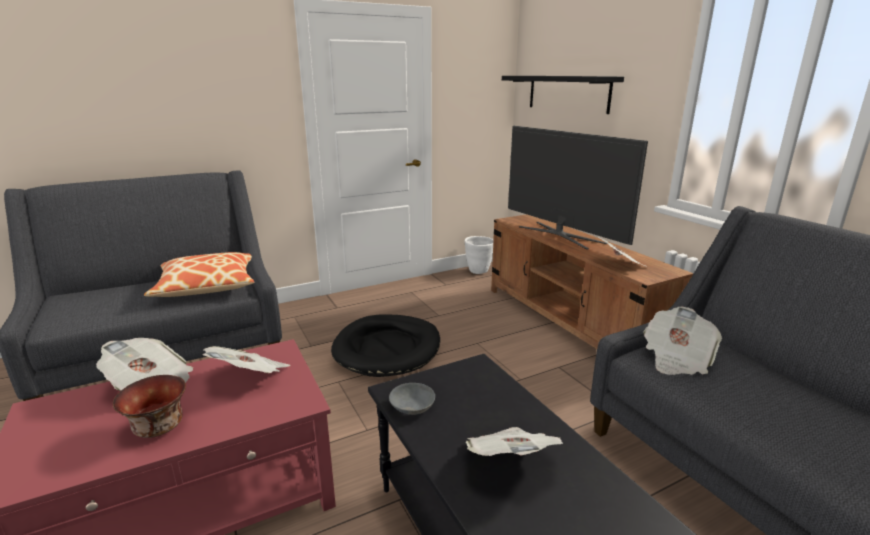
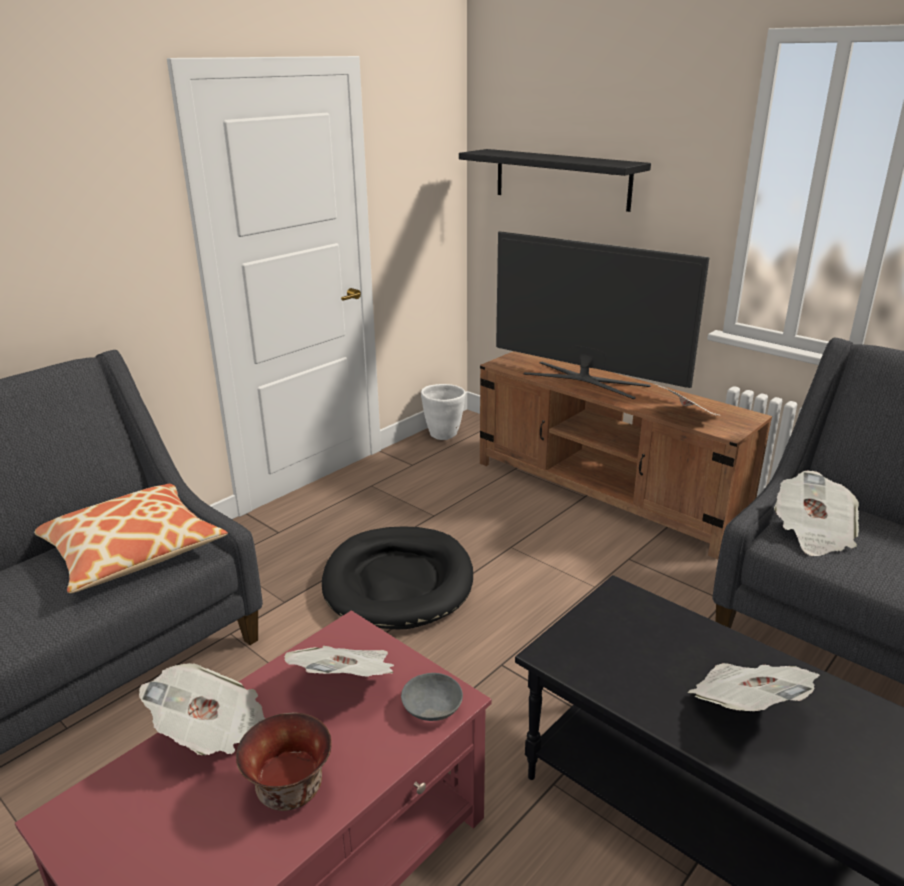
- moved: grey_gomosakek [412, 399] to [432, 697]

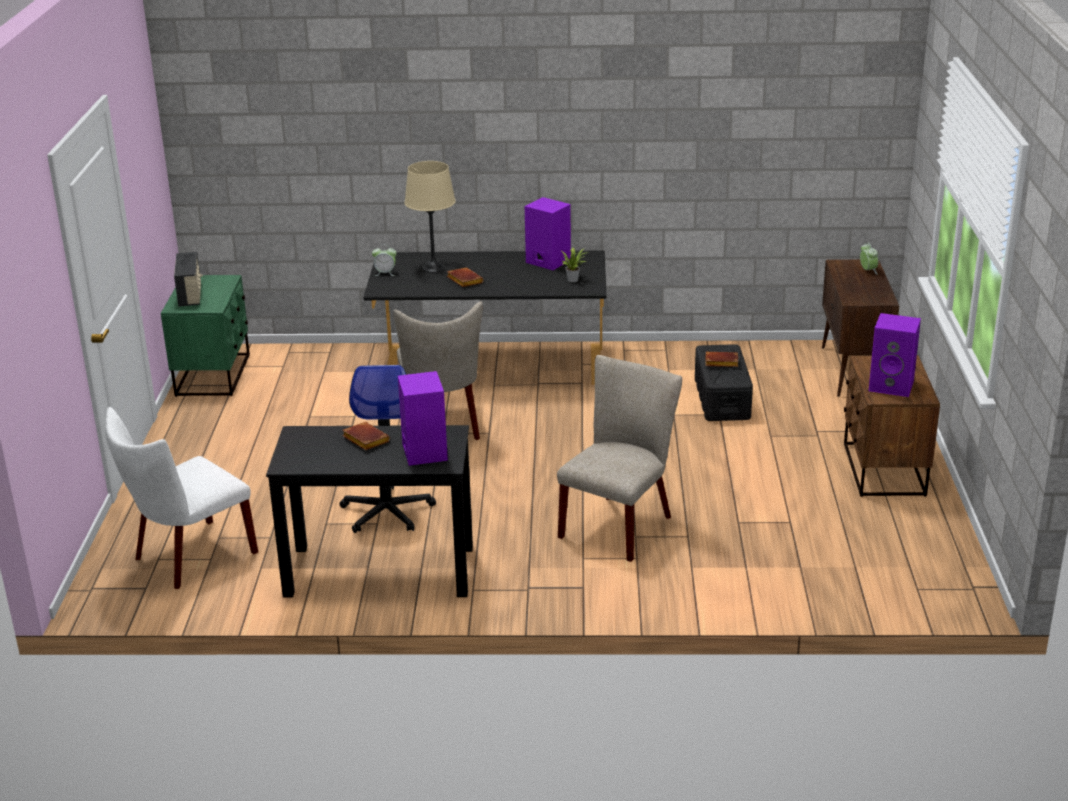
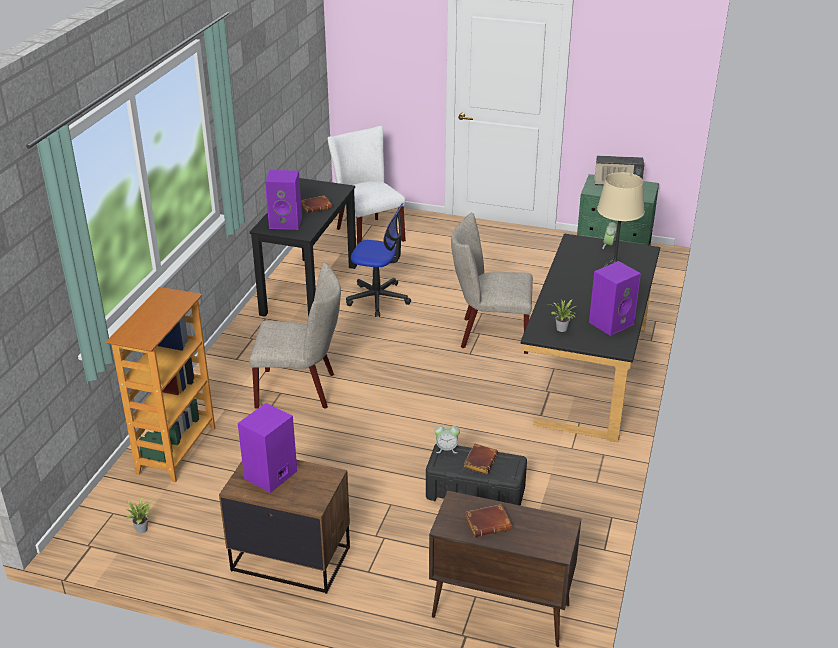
- added: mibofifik [160, 384]
- added: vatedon [139, 515]
- turned: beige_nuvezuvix [619, 458] = [295, 335] 45 degrees counterclockwise
- moved: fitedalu [869, 259] to [447, 438]
- moved: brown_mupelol [465, 277] to [488, 520]

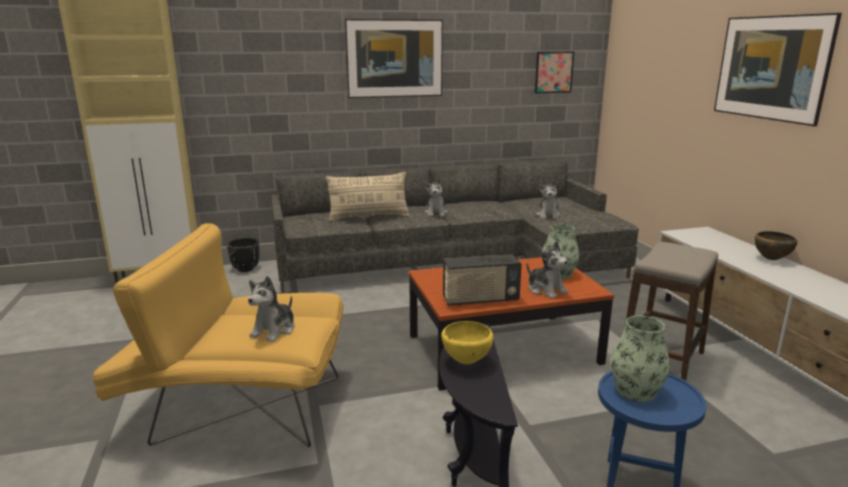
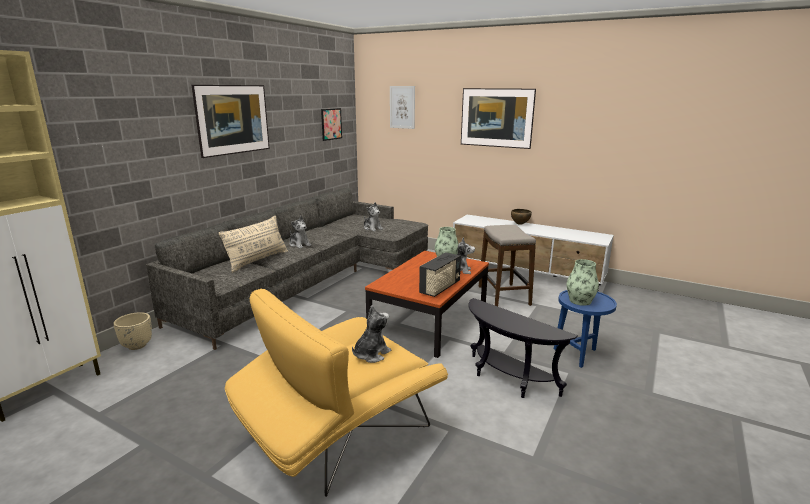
- recoloured: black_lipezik [243, 255] to beige_lipezik [132, 331]
- turned: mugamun [271, 309] = [371, 334] 120 degrees counterclockwise
- added: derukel [402, 107]
- removed: yellow_gomosakek [467, 342]

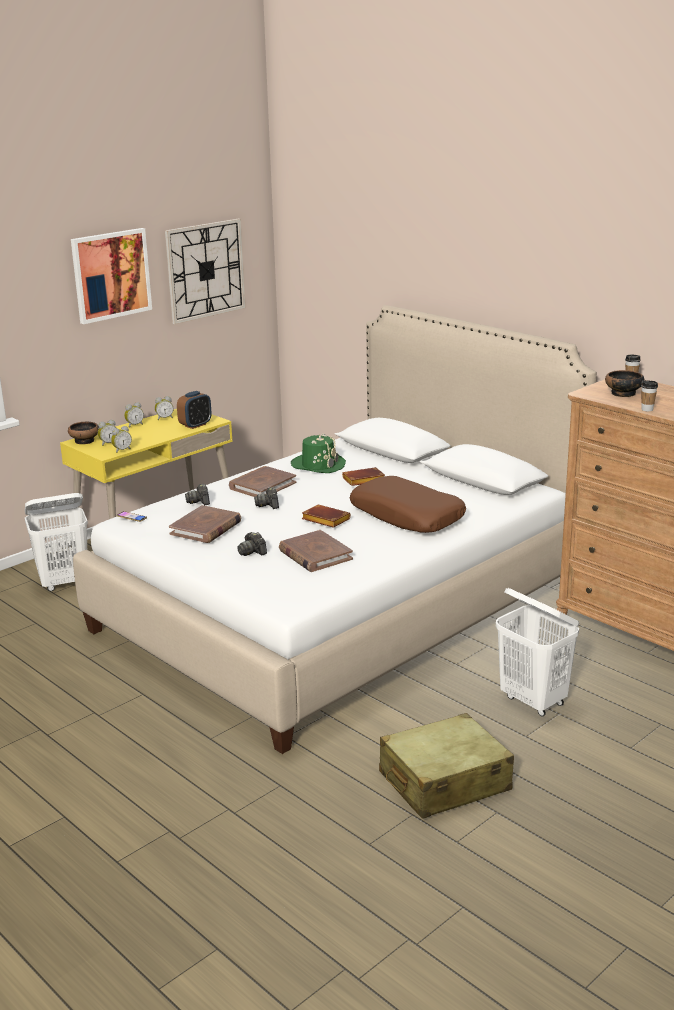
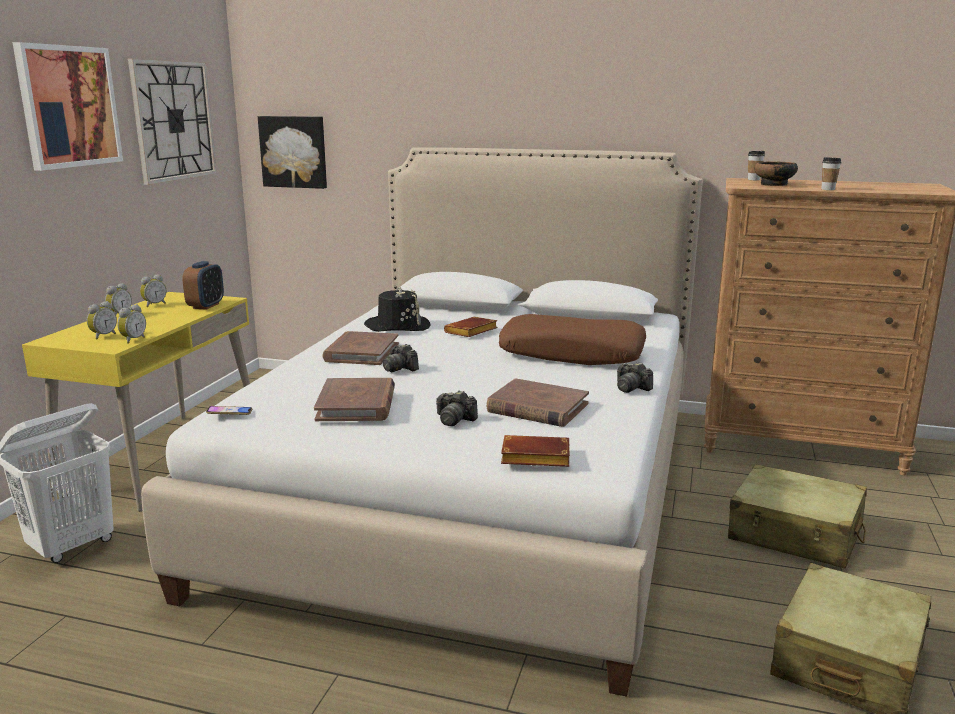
- added: derukel [292, 152]
- recoloured: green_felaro [318, 453] to black_felaro [397, 309]
- moved: brown_mupelol [326, 516] to [535, 451]
- moved: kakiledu [197, 495] to [635, 377]
- replaced: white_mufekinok [537, 652] to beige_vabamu [797, 516]
- removed: gomosakek [83, 433]

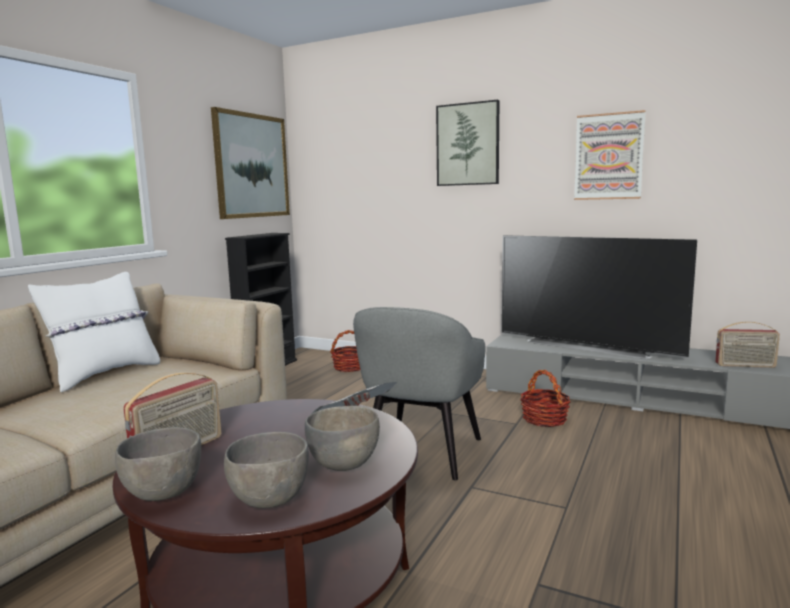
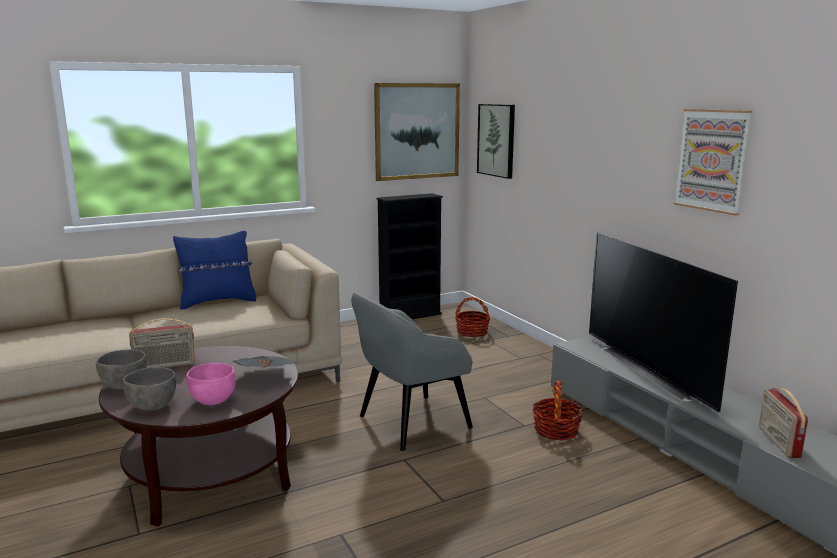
- recoloured: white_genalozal [94, 332] to blue_genalozal [214, 270]
- recoloured: grey_gomosakek [342, 438] to pink_gomosakek [211, 384]
- moved: derukel [467, 143] to [496, 141]
- turned: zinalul [747, 344] = [783, 423] 45 degrees clockwise

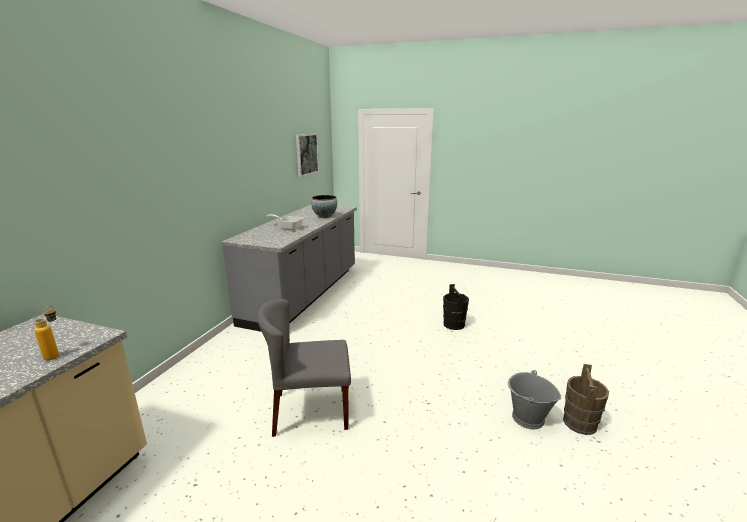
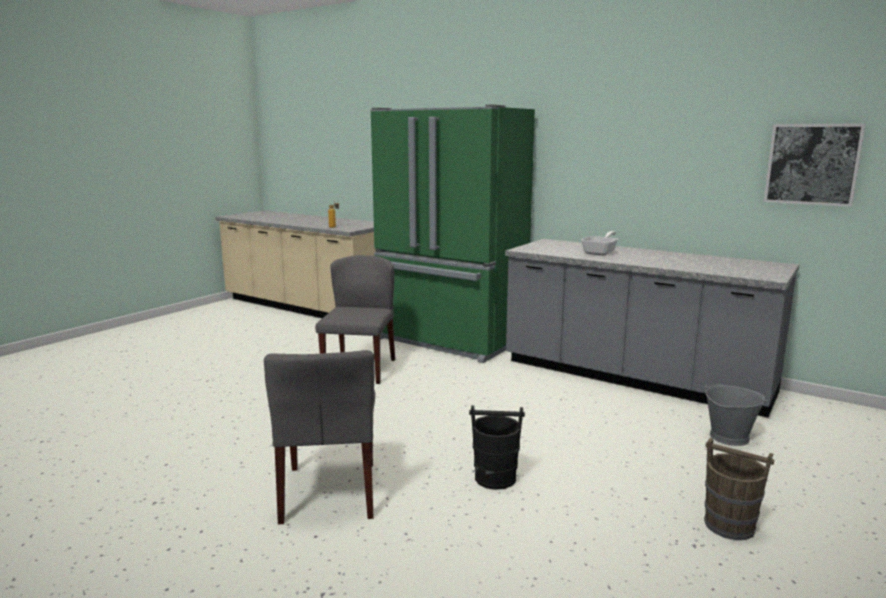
- added: grey_nuvezuvix [319, 437]
- added: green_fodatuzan [452, 234]
- moved: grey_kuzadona [534, 399] to [736, 415]
- moved: brown_kuzadona [586, 399] to [739, 489]
- removed: gomosakek [324, 206]

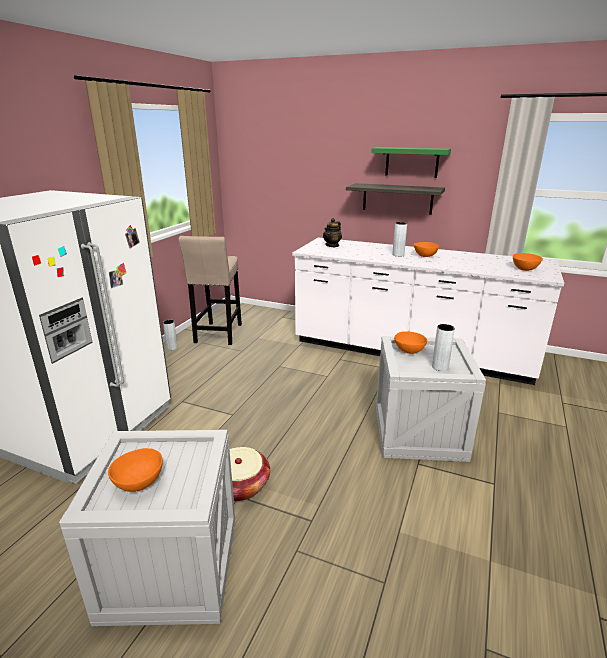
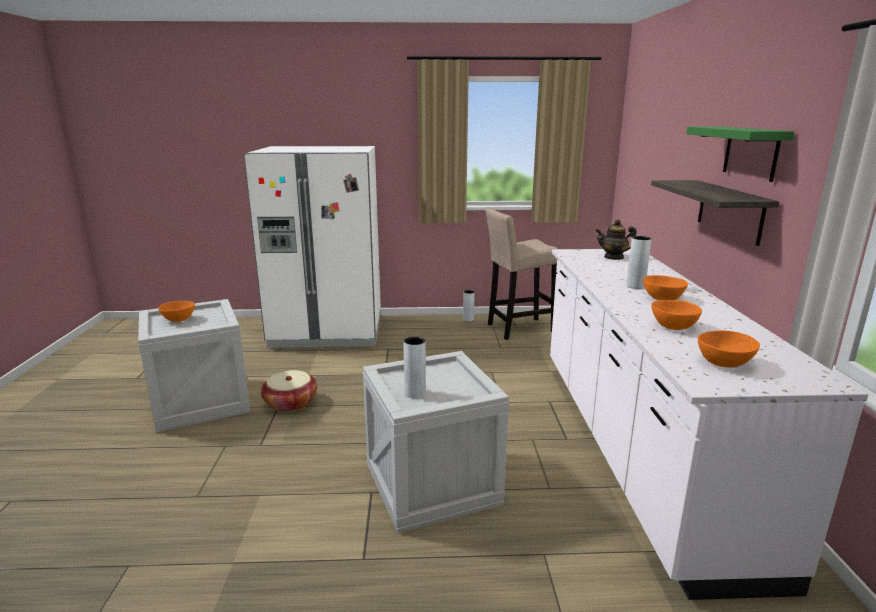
- moved: orange_gomosakek [410, 342] to [676, 315]

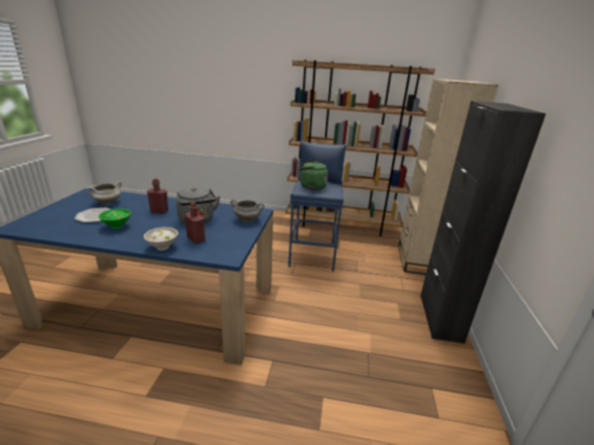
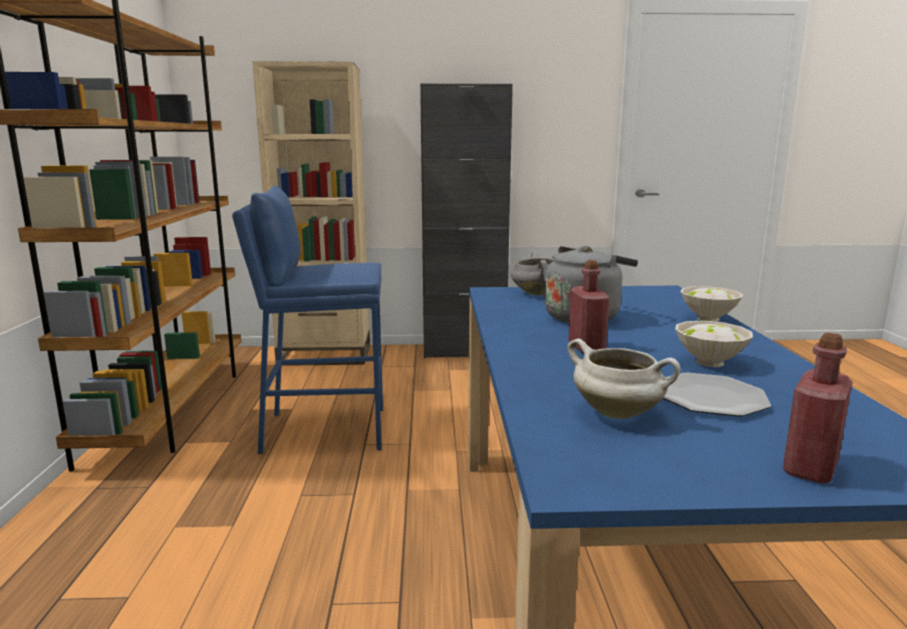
- recoloured: green_gomosakek [115, 219] to white_gomosakek [714, 344]
- moved: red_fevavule [195, 223] to [817, 408]
- removed: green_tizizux [313, 175]

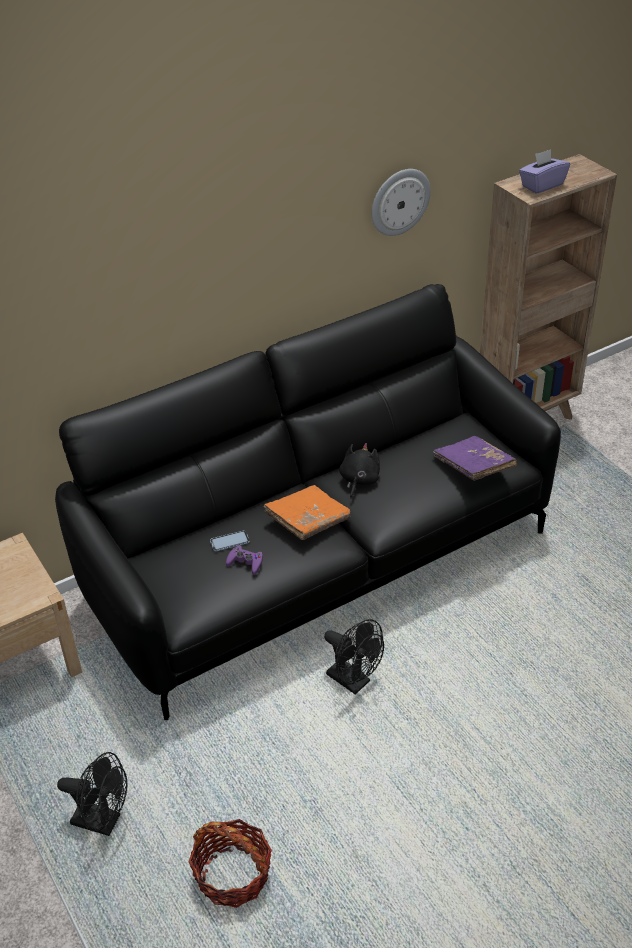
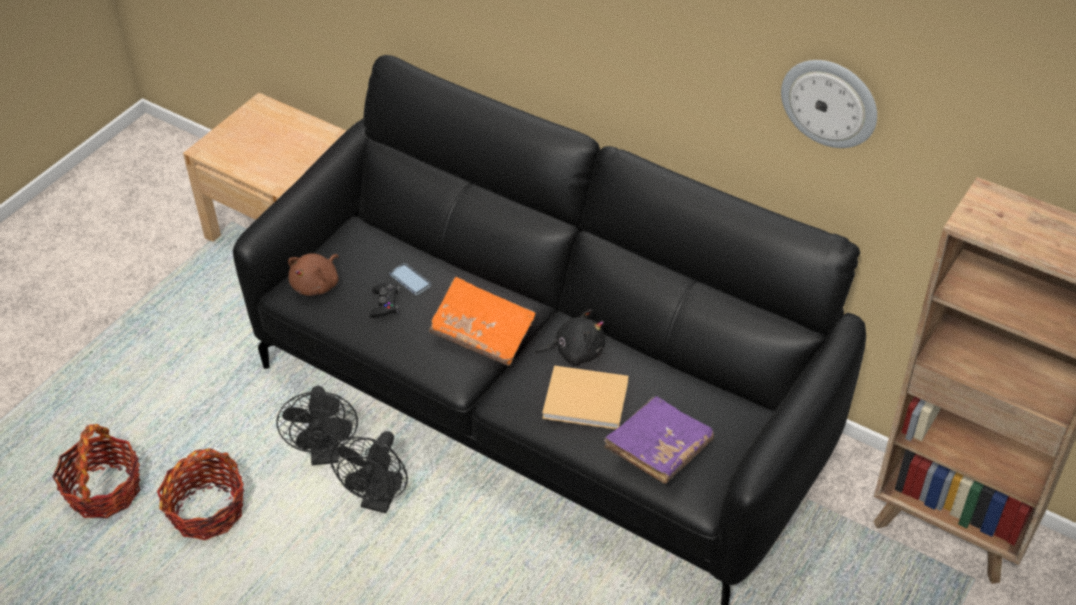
- added: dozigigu [200, 494]
- moved: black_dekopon [92, 794] to [317, 426]
- added: brown_mugamun [313, 274]
- recoloured: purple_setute [244, 560] to black_setute [385, 300]
- added: beige_mupelol [585, 397]
- removed: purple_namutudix [544, 171]

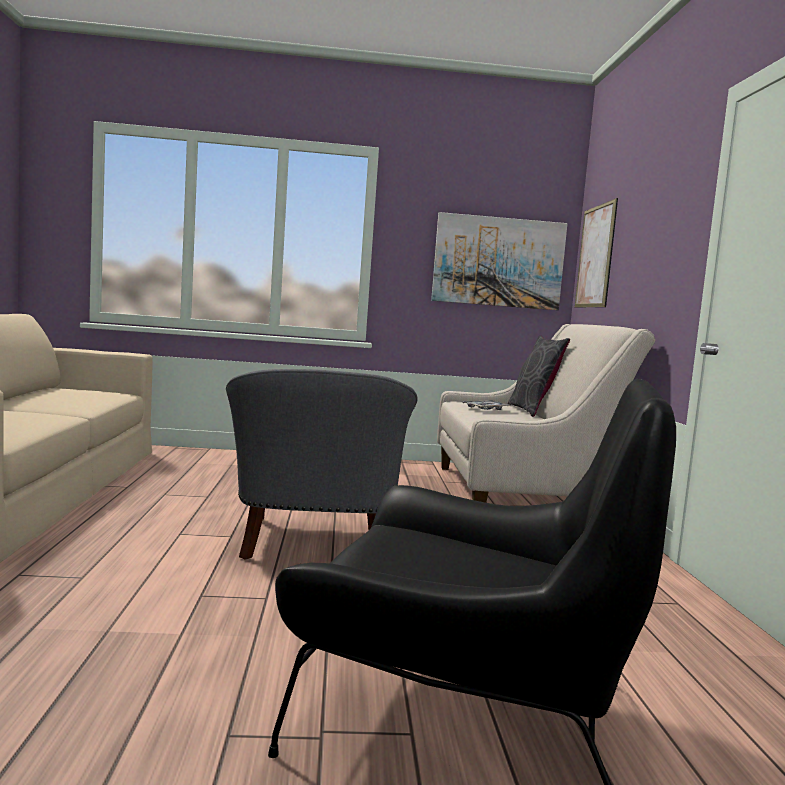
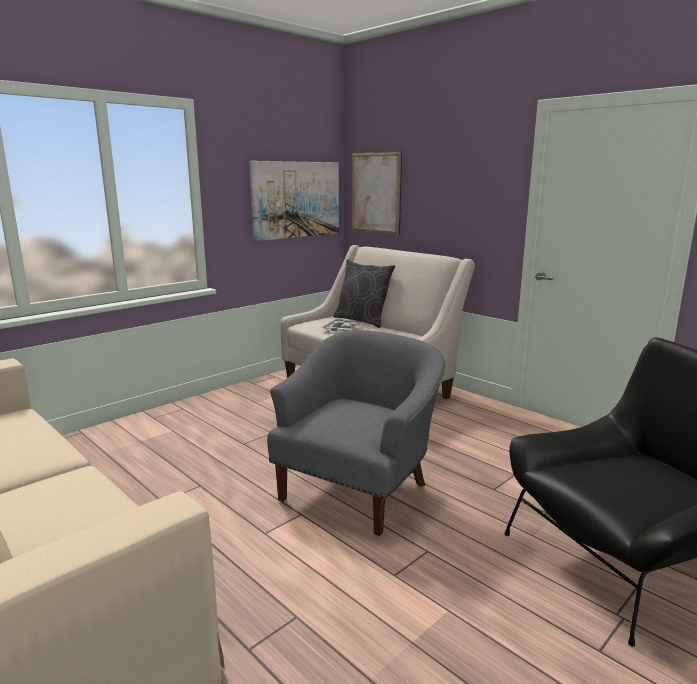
- turned: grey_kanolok [322, 464] = [356, 433] 105 degrees counterclockwise

